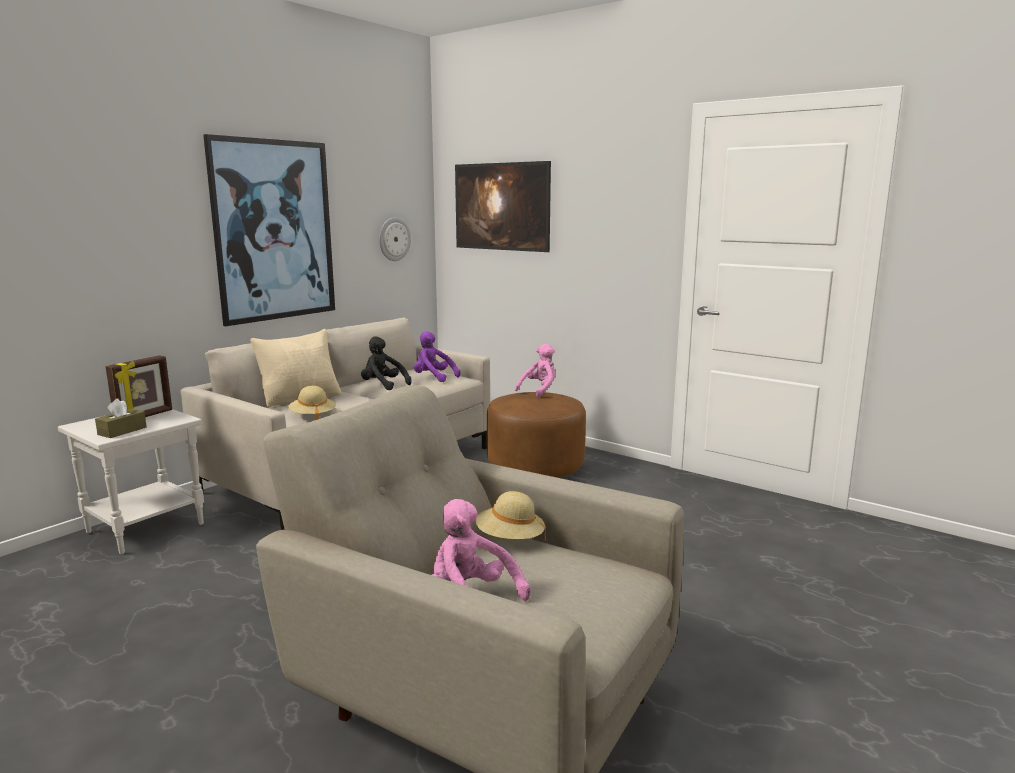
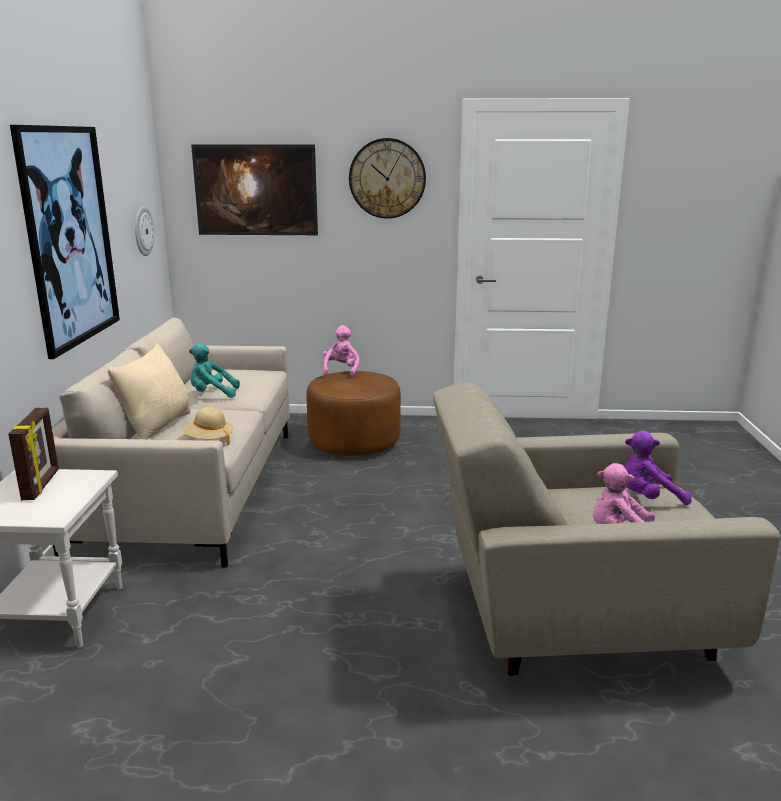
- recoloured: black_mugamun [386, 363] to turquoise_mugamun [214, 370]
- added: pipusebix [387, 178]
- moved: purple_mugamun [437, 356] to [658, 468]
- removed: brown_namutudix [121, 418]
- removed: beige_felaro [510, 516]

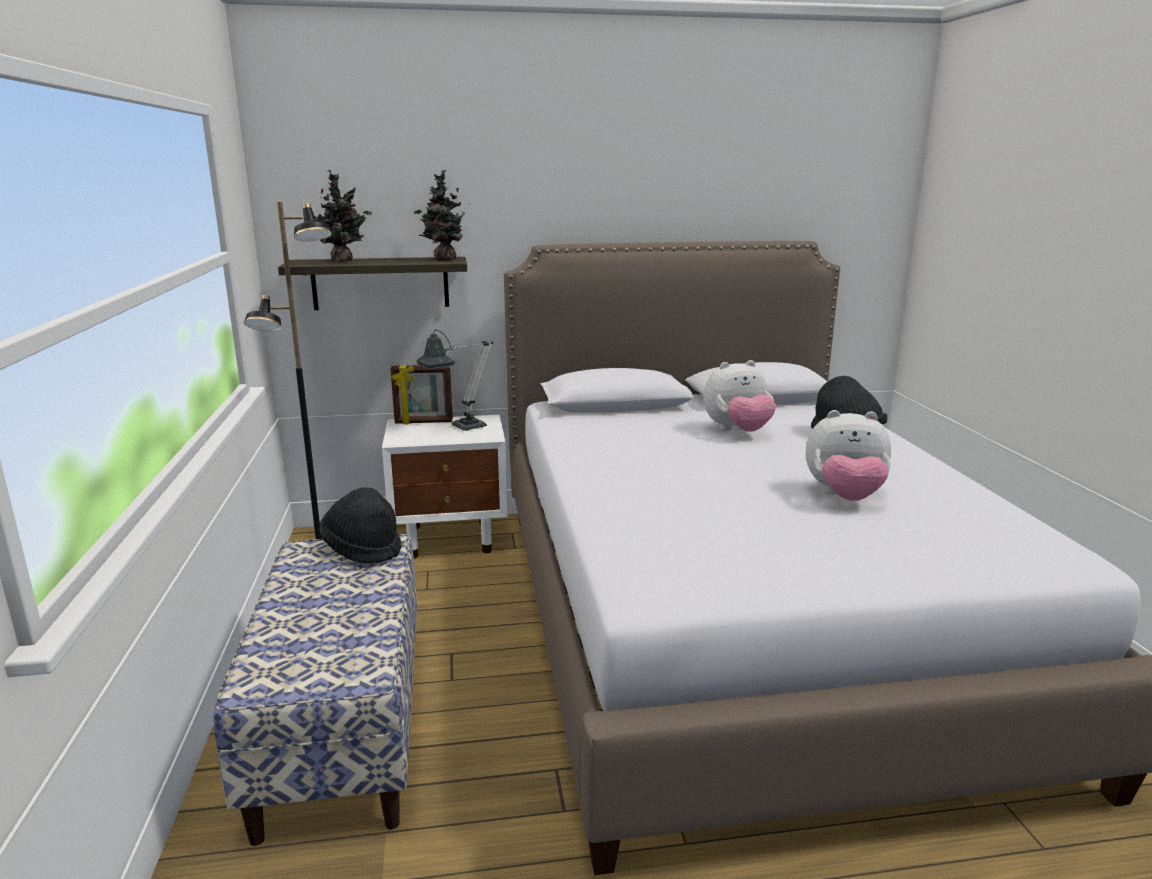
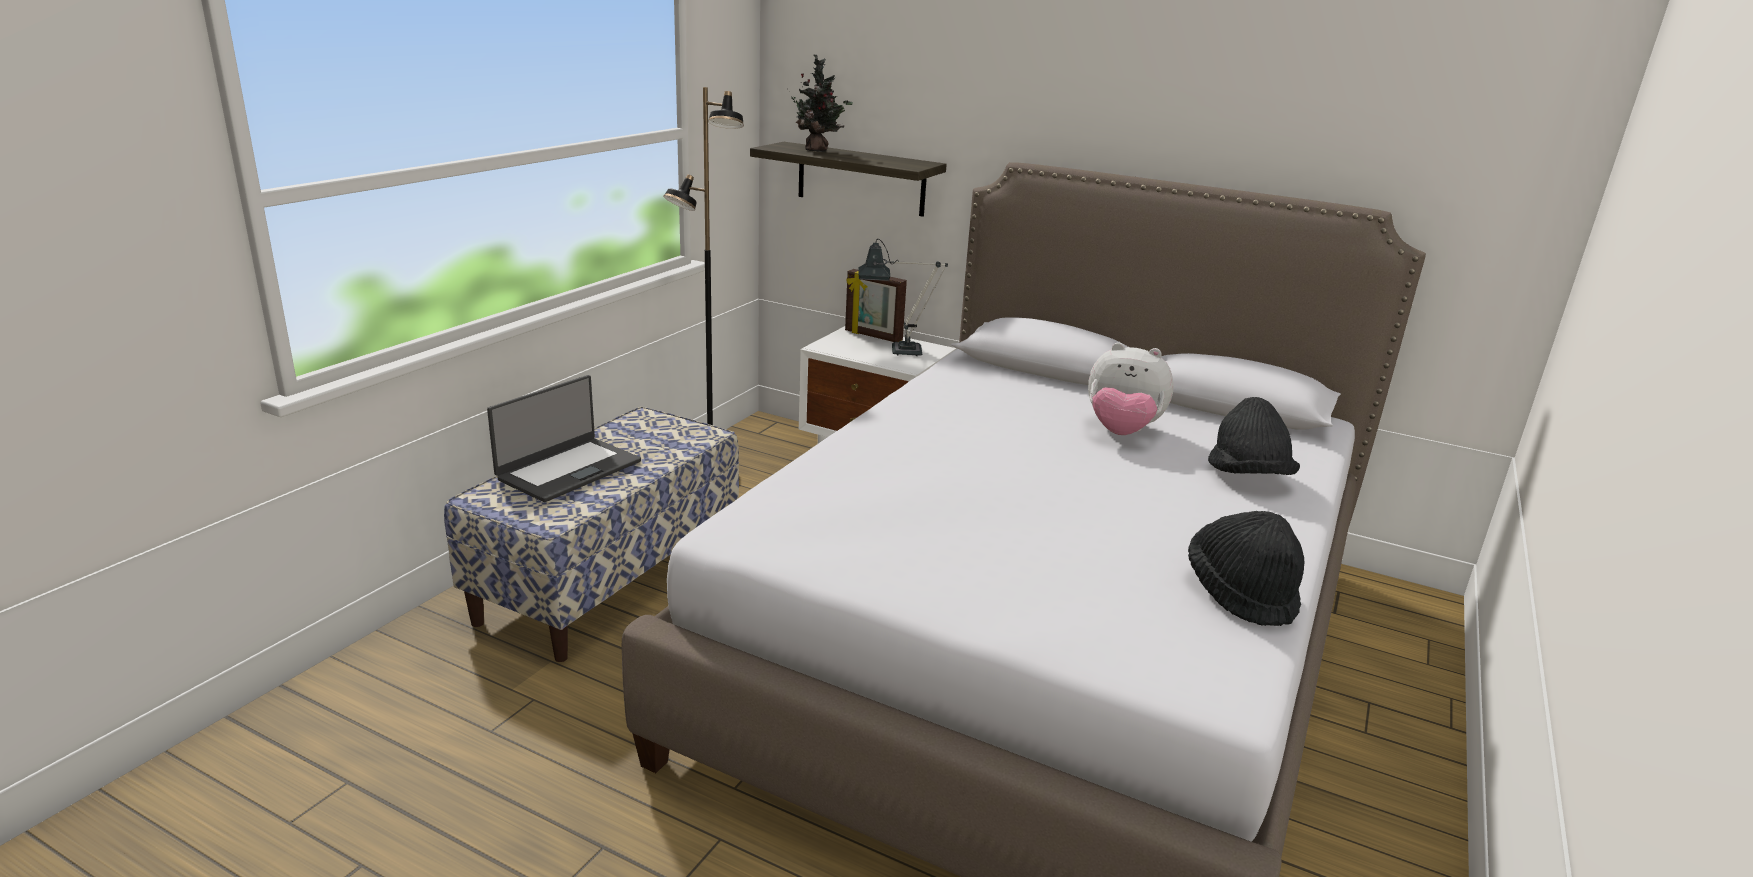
- added: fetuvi [564, 438]
- moved: black_felaro [360, 525] to [1246, 568]
- removed: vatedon [439, 215]
- removed: mugamun [848, 455]

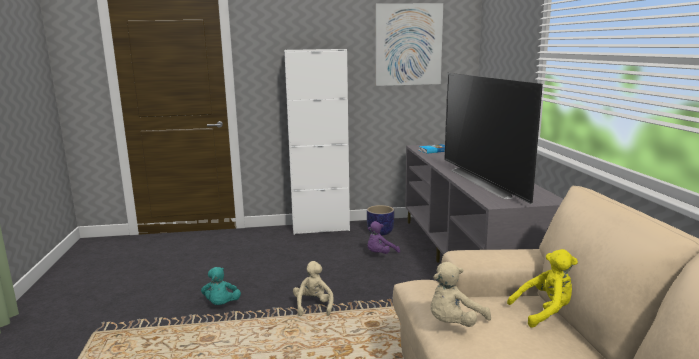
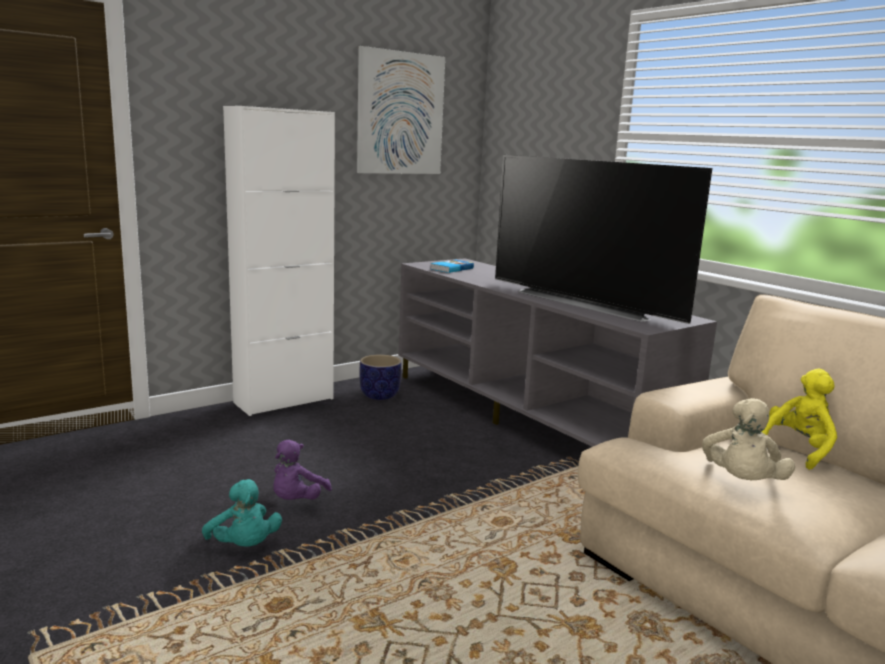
- moved: purple_mugamun [384, 237] to [302, 469]
- removed: beige_mugamun [313, 288]

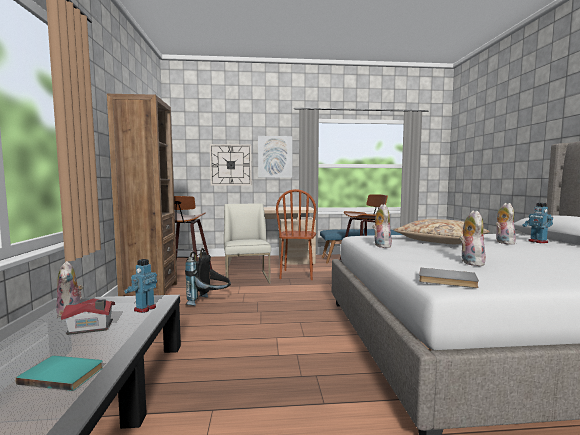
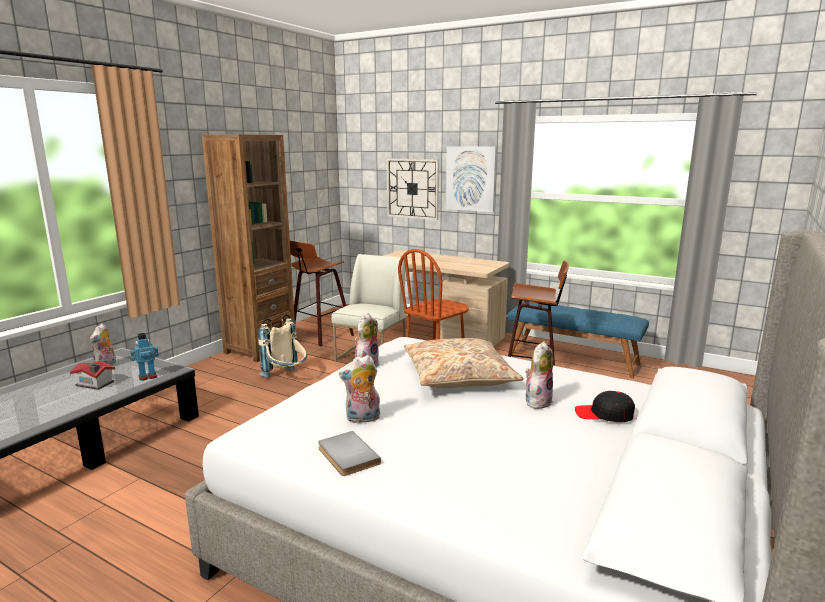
- recoloured: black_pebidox [208, 277] to beige_pebidox [282, 346]
- moved: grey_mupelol [449, 278] to [349, 453]
- turned: mugamun [472, 238] = [359, 389] 150 degrees counterclockwise
- replaced: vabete [538, 223] to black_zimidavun [605, 406]
- removed: turquoise_mupelol [59, 373]

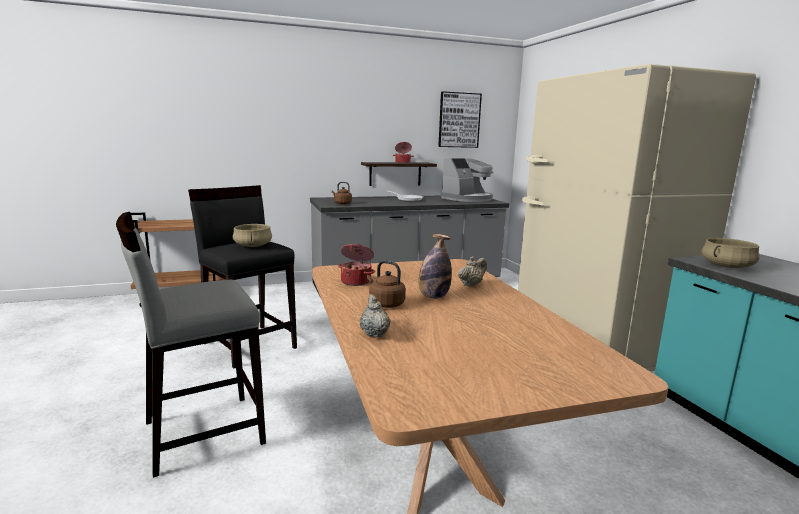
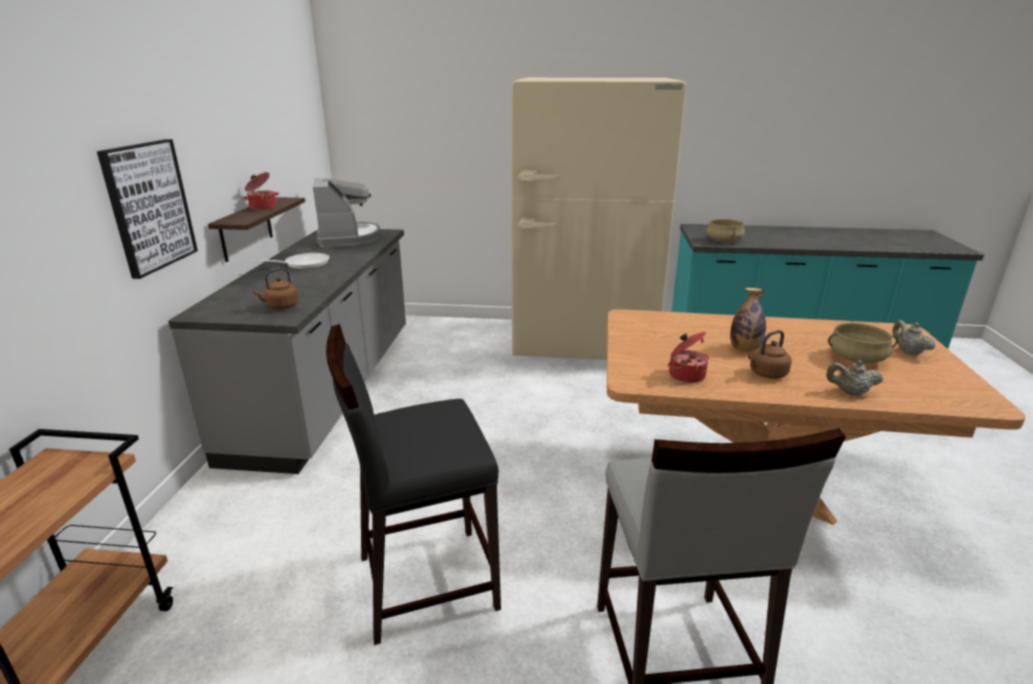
- moved: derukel [460, 119] to [147, 209]
- moved: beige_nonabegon [252, 235] to [863, 343]
- moved: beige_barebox [472, 271] to [913, 337]

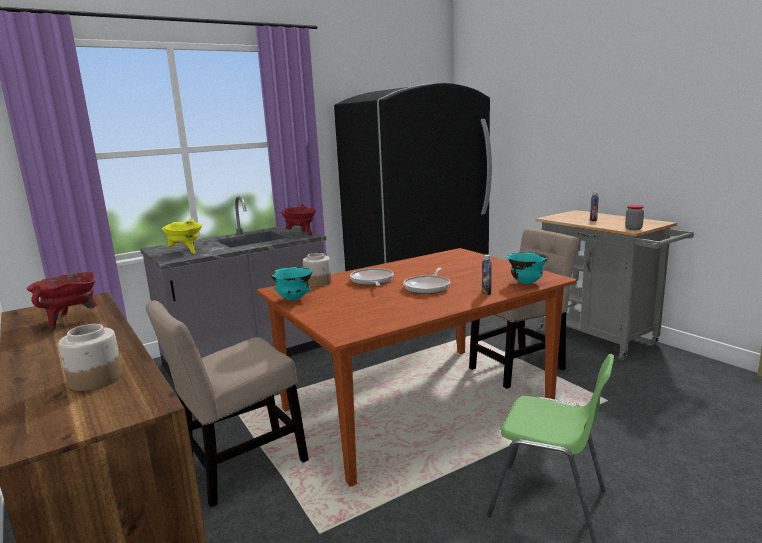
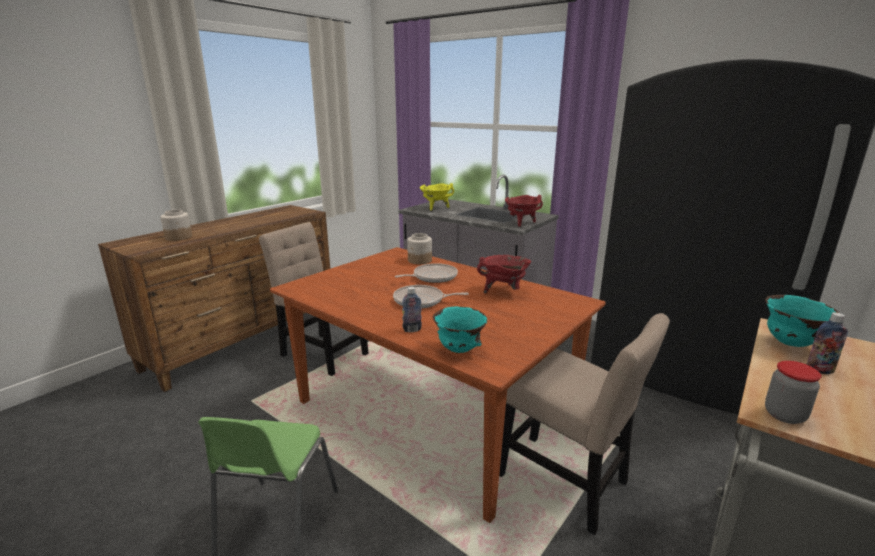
- moved: red_nonabegon [62, 301] to [504, 274]
- moved: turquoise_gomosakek [291, 283] to [802, 321]

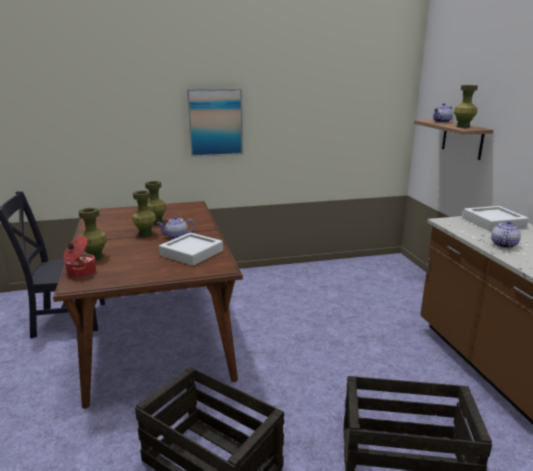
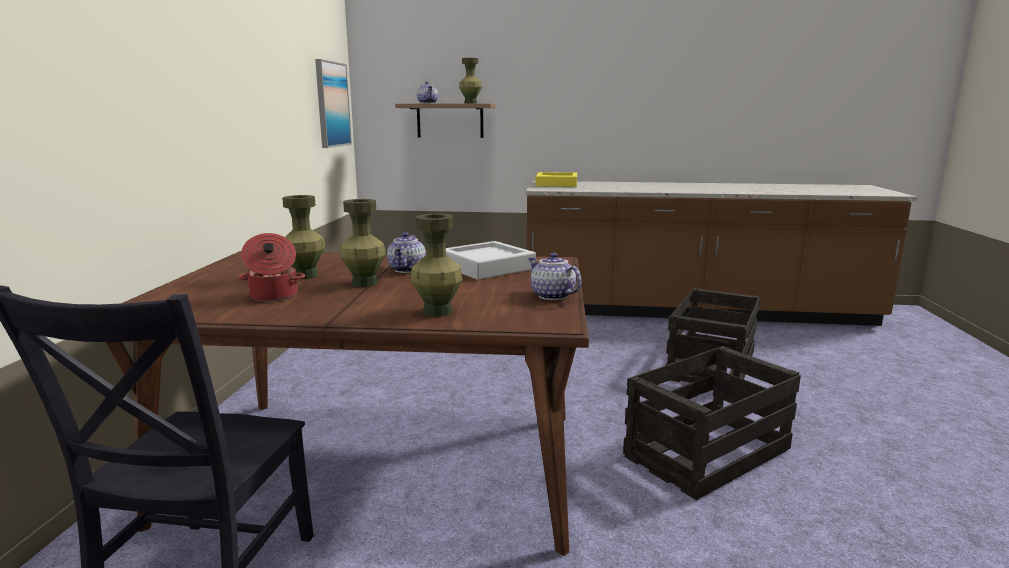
- moved: nonabegon [80, 257] to [272, 267]
- moved: derukel [215, 123] to [333, 103]
- moved: barebox [506, 234] to [555, 276]
- recoloured: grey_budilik [496, 218] to yellow_budilik [556, 179]

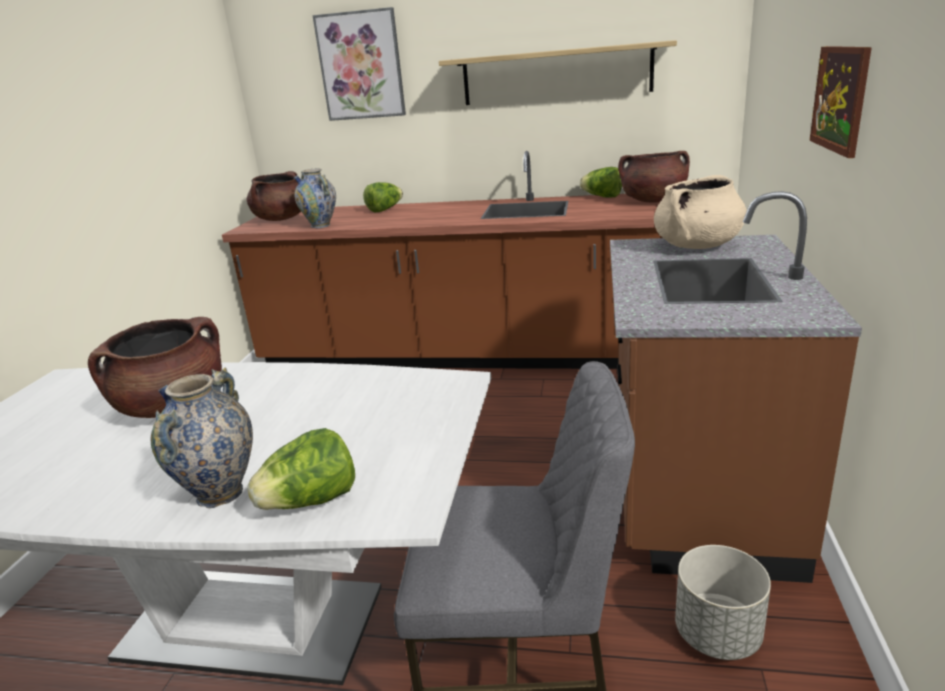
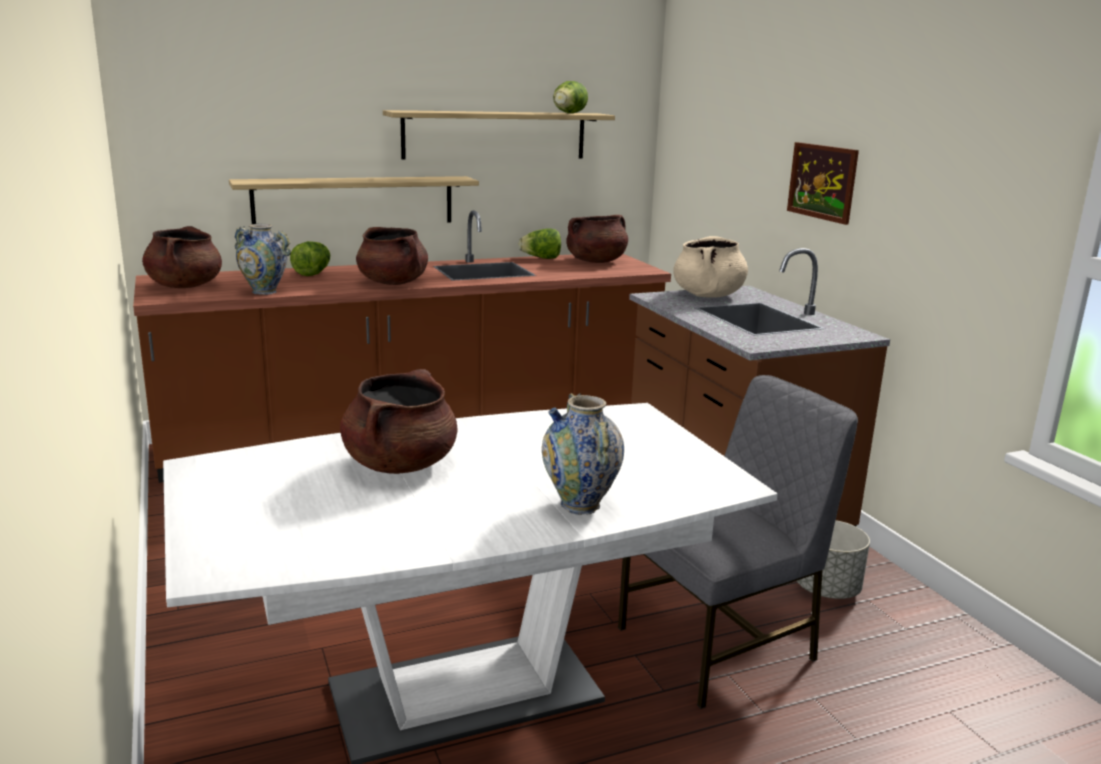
- added: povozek [354, 200]
- added: brown_nonabegon [392, 256]
- moved: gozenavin [301, 469] to [570, 97]
- removed: derukel [359, 64]

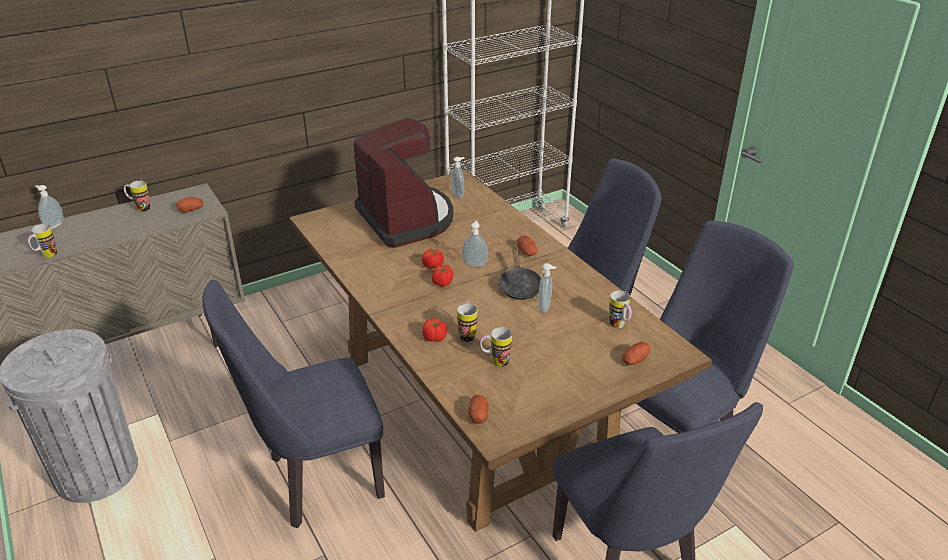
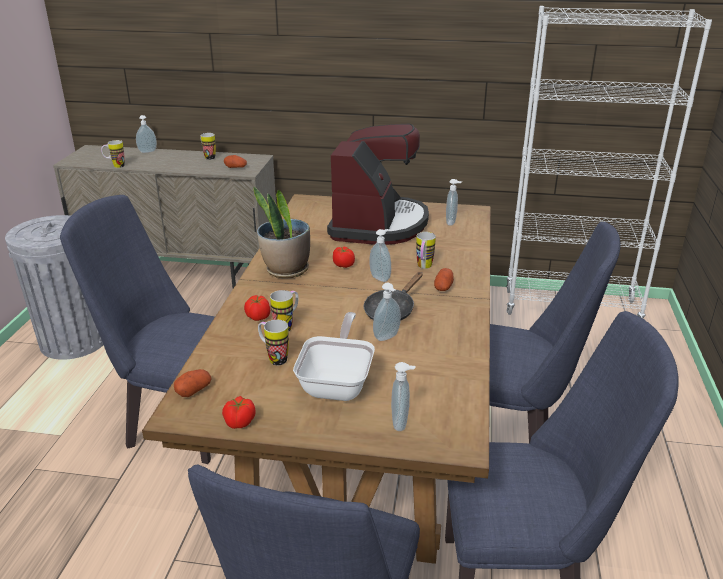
- moved: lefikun [442, 276] to [239, 412]
- added: vatedon [281, 232]
- added: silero [334, 356]
- replaced: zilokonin [636, 353] to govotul [403, 396]
- moved: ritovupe [620, 309] to [426, 250]

